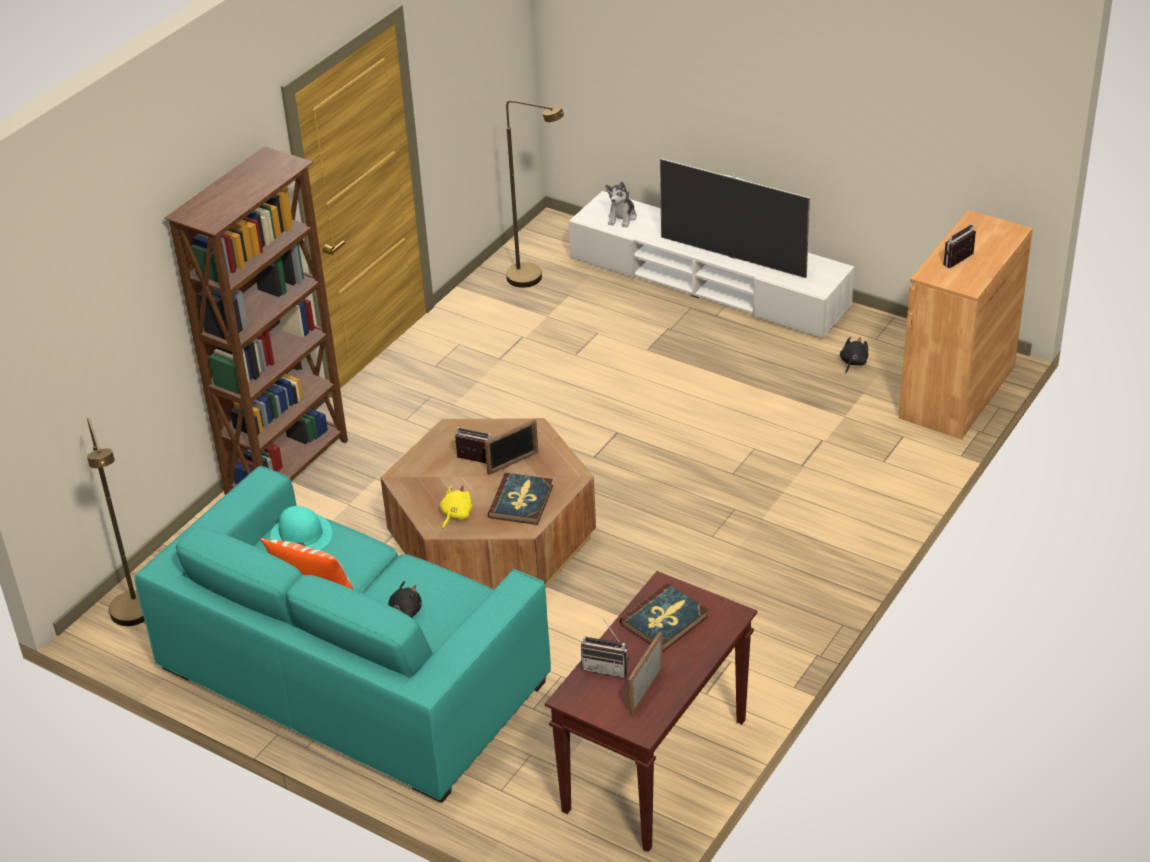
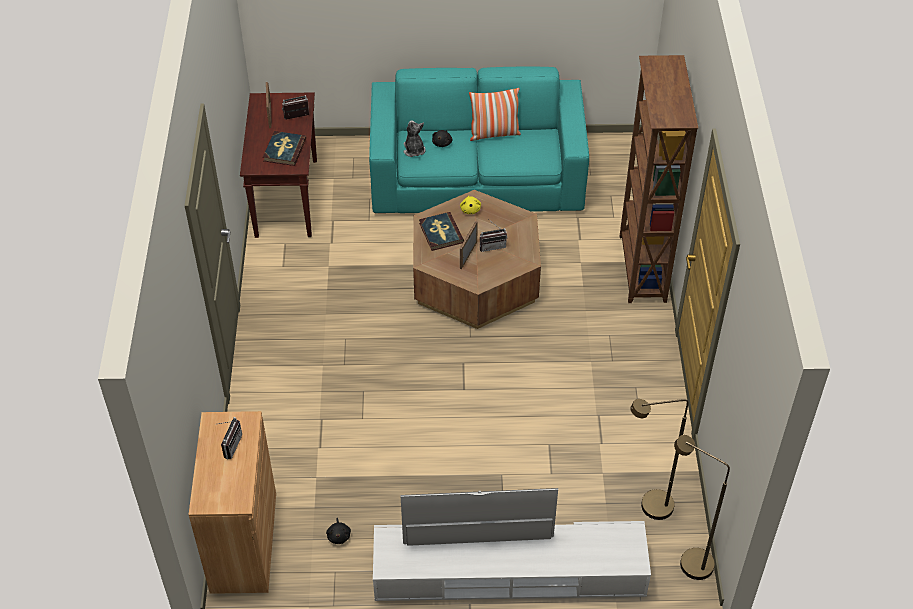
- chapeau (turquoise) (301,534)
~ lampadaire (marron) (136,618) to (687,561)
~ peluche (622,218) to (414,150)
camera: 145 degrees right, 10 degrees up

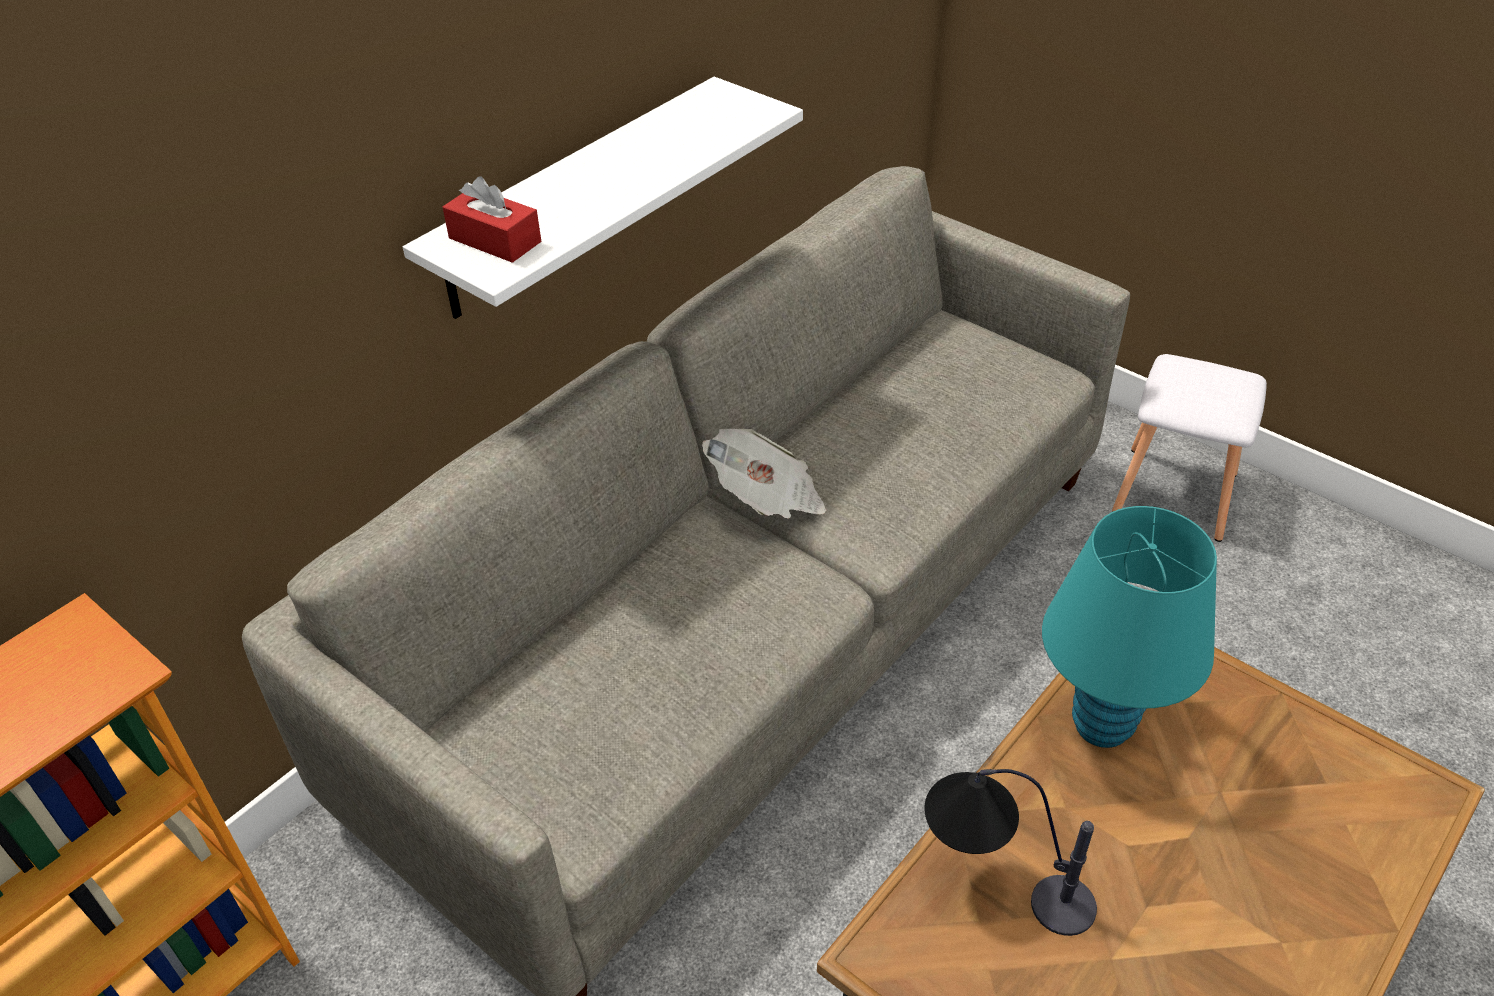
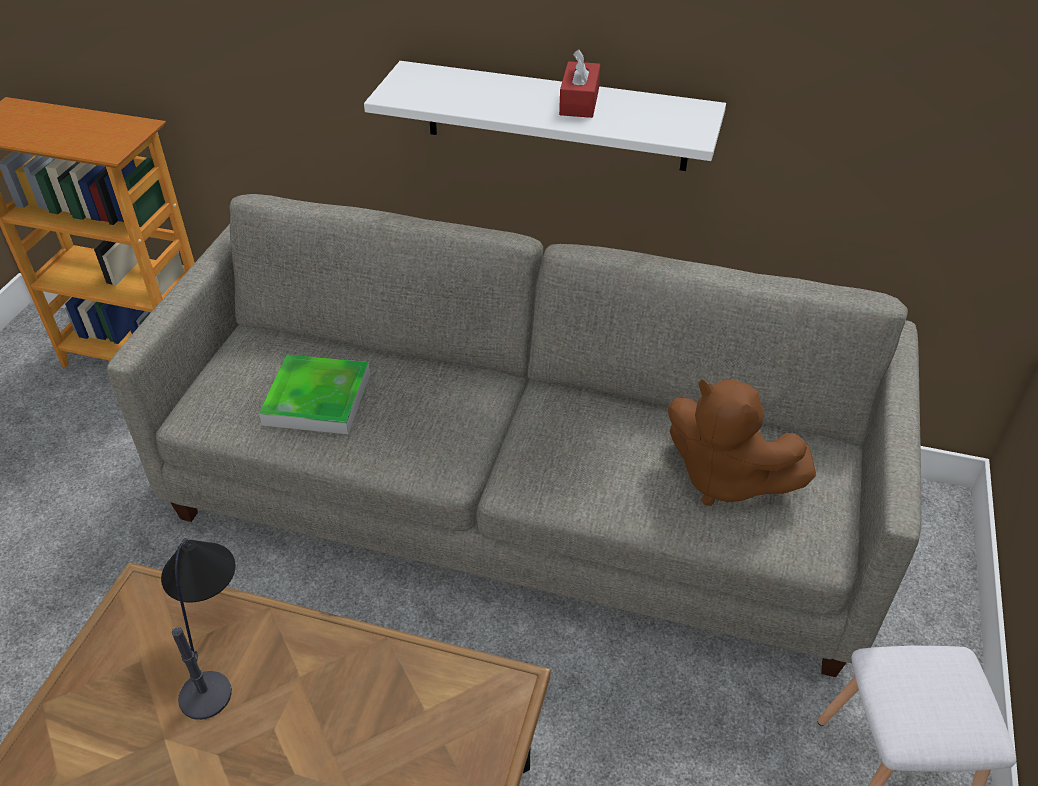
- journal (767,498)
- lampe de table (turquoise) (1101,725)
+ plateau (317,399)
+ peluche (marron) (725,478)
~ boîte à mouchoirs (rouge) (495,240) to (579,102)
camera: 65 degrees right, 0 degrees up

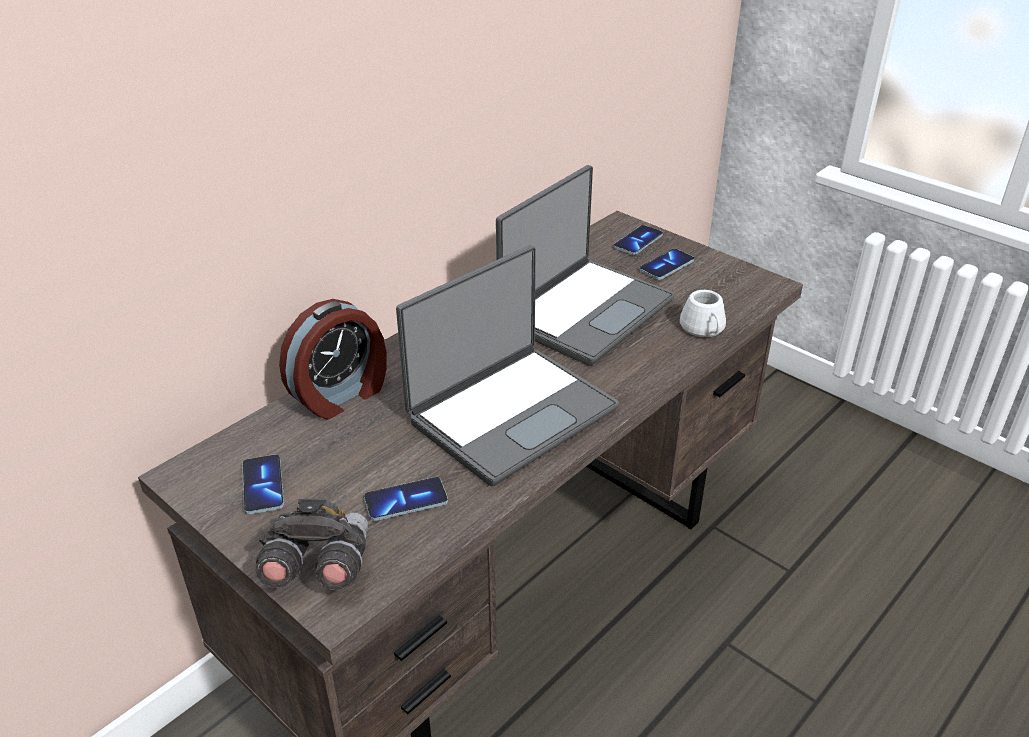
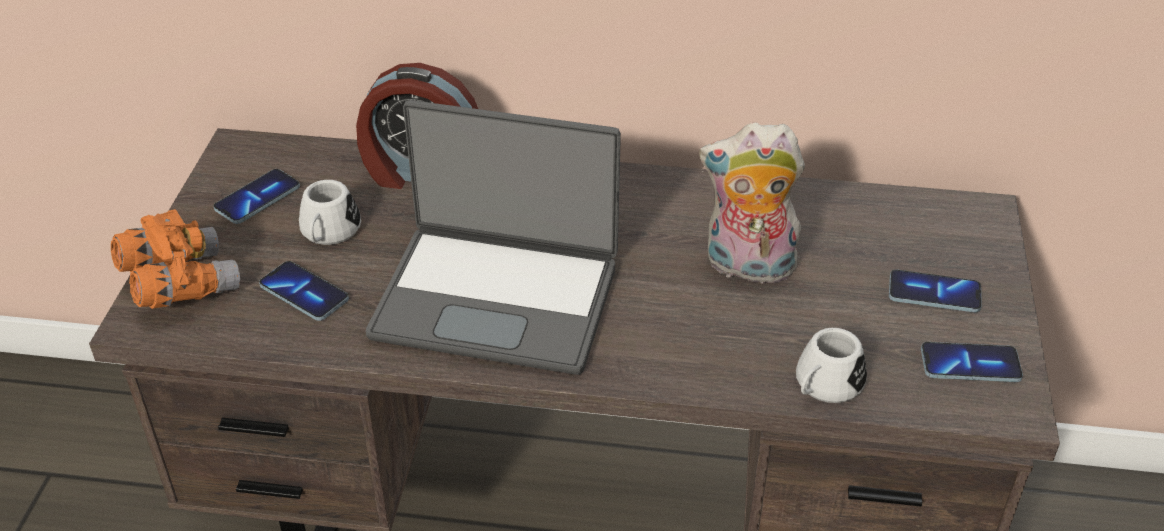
+ mug (blanc) (328,233)
~ téléphone (638,242) to (970,365)
~ ordinateur portable (584,311) to peluche (747,267)
~ jumelles (gris) (317,567) to jumelles (orange) (179,284)
camera: 55 degrees right, 5 degrees up

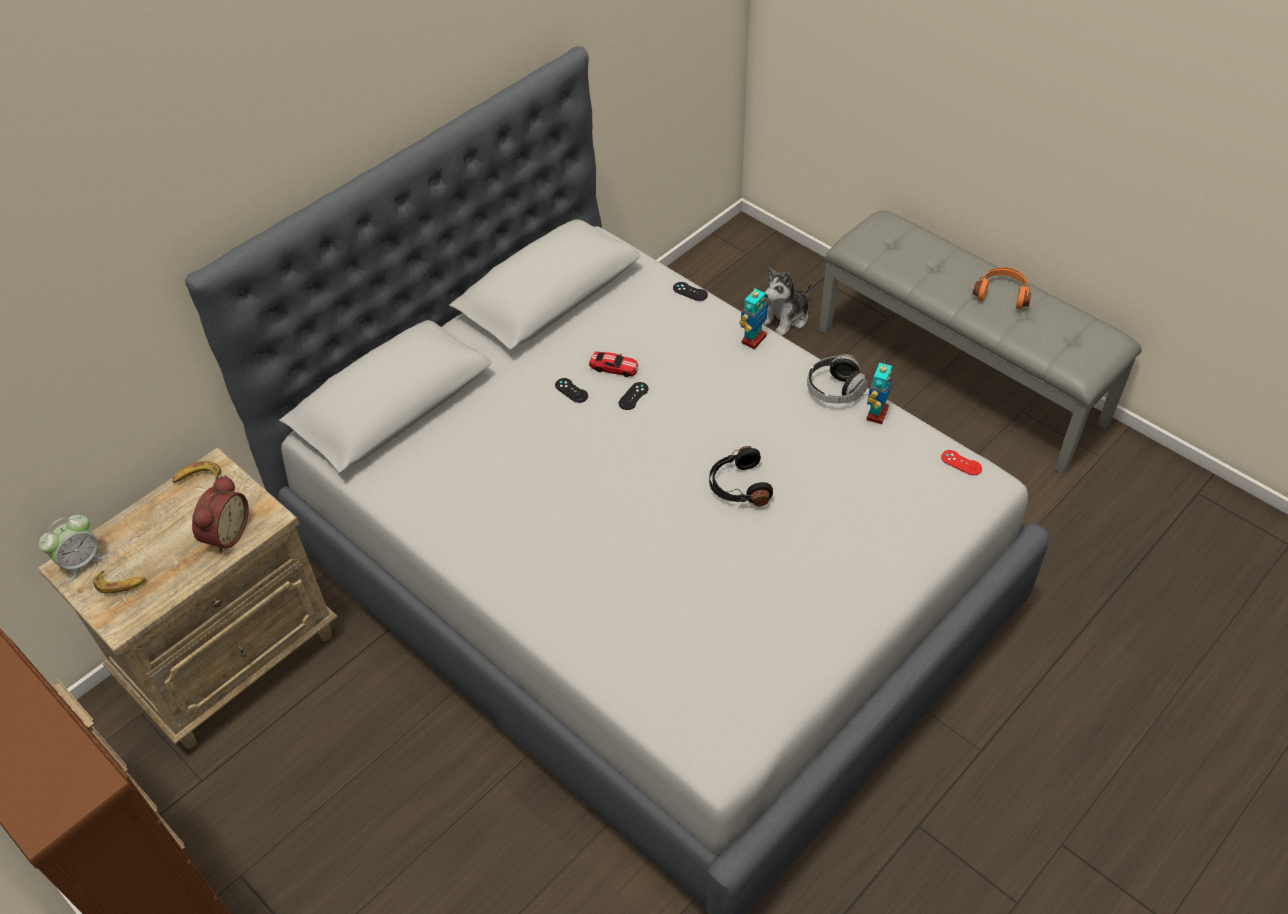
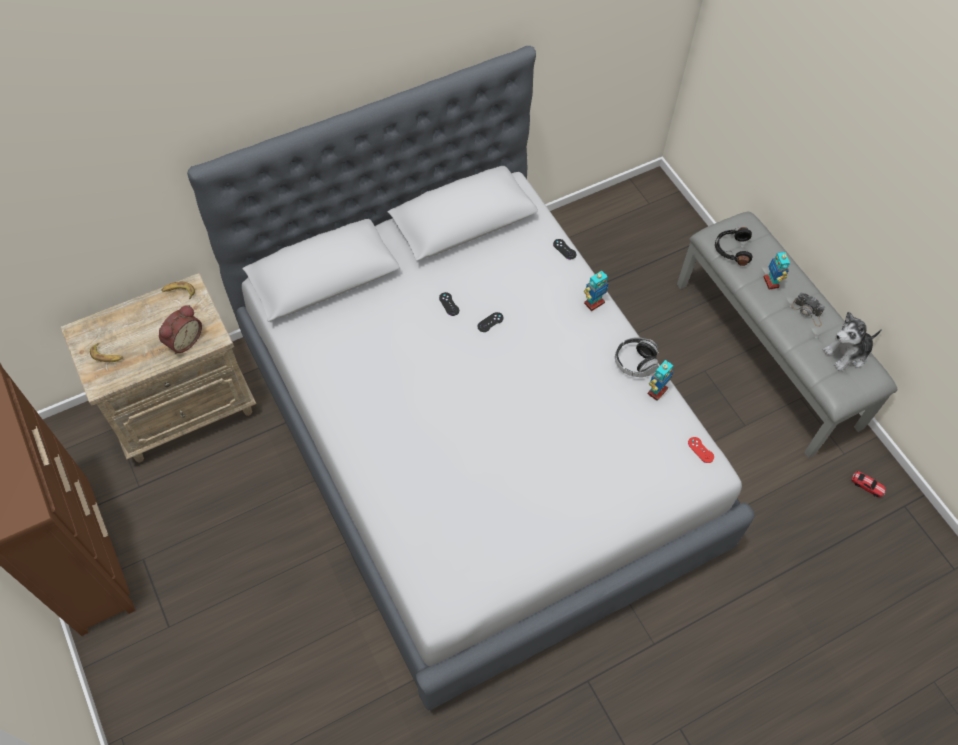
- réveil (82,562)
+ robot jouet (771,282)
~ petite voiture (614,367) to (867,485)
~ casque audio (noir) (738,486) to (731,250)
~ peluche (786,318) to (847,353)
~ casque audio (orange) (1002,293) to appareil photo (808,312)
camera: 15 degrees right, 10 degrees up

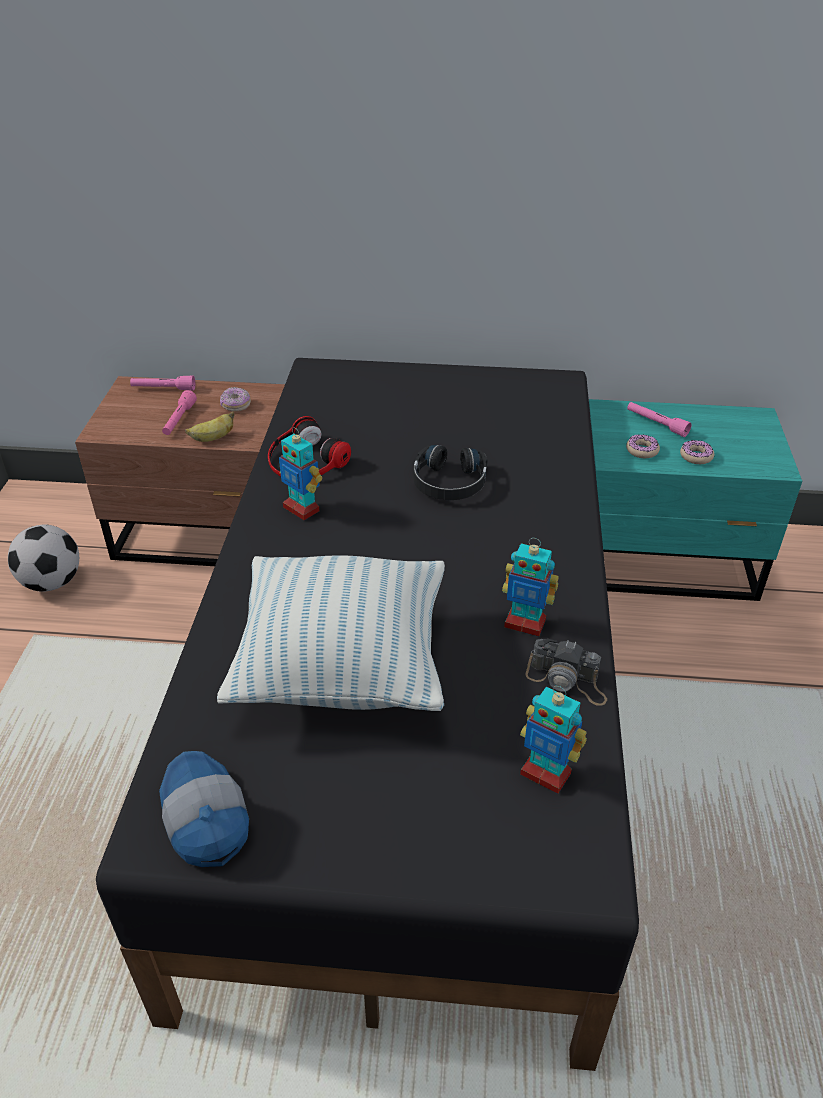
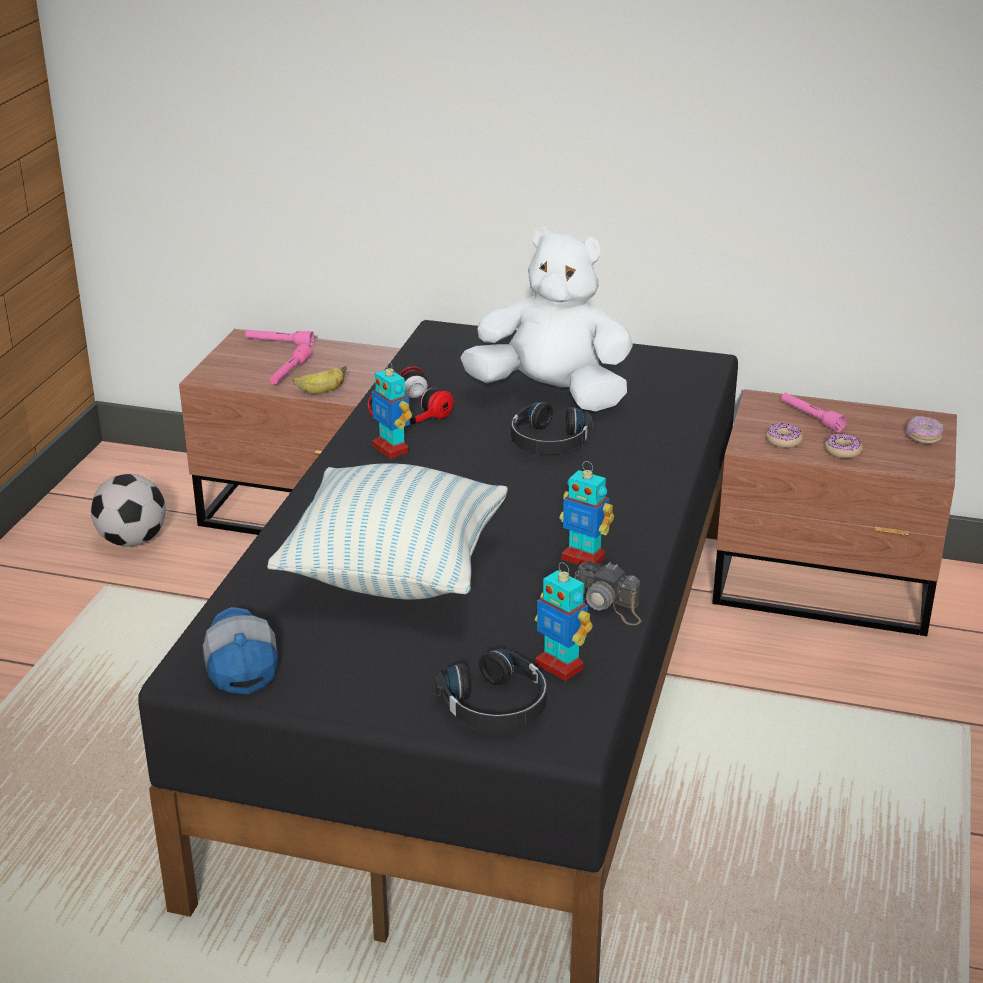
+ casque audio (noir) (496,705)
+ peluche (blanc) (551,394)
~ beignet (236,405) to (923,437)
~ table de chevet (turquoise) (664,560) to table de chevet (marron) (826,586)
camera: 10 degrees right, 10 degrees down

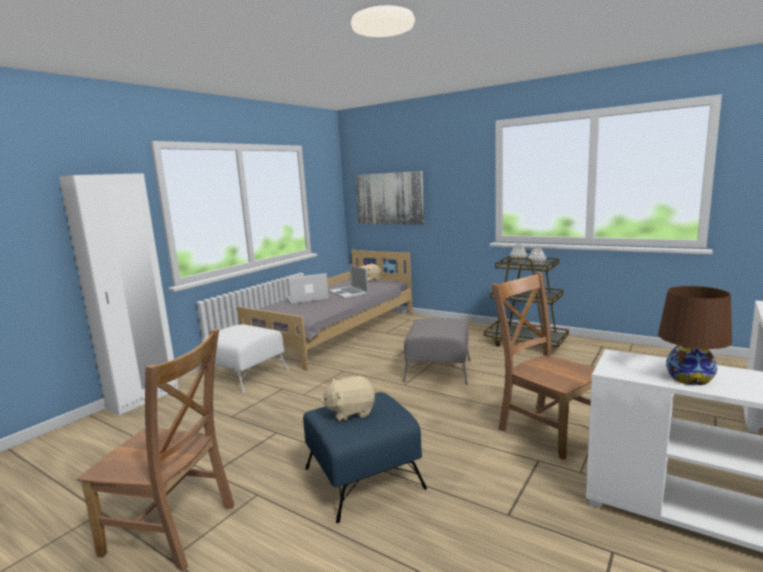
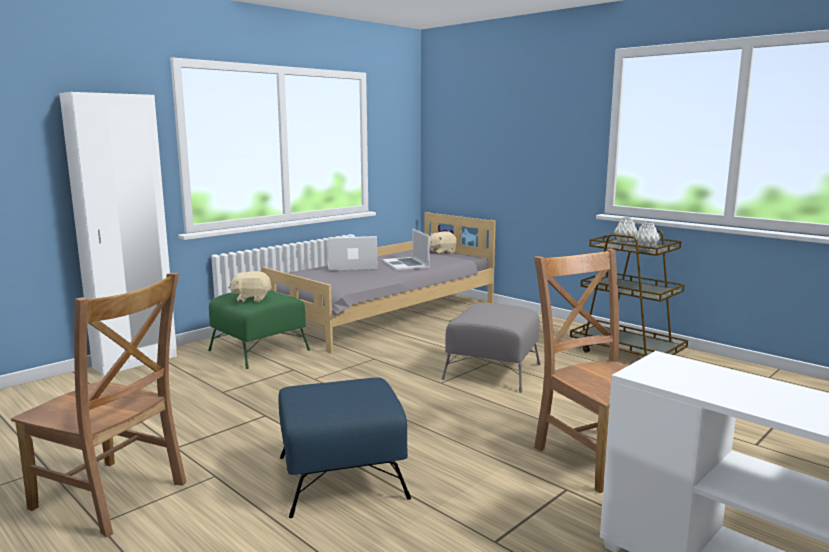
- tableau (389,198)
- lampe de table (marron) (689,378)
~ peluche (beige) (350,412) to (252,299)
~ pouf (blanc) (247,375) to pouf (vert) (259,350)
camera: 10 degrees right, 0 degrees up

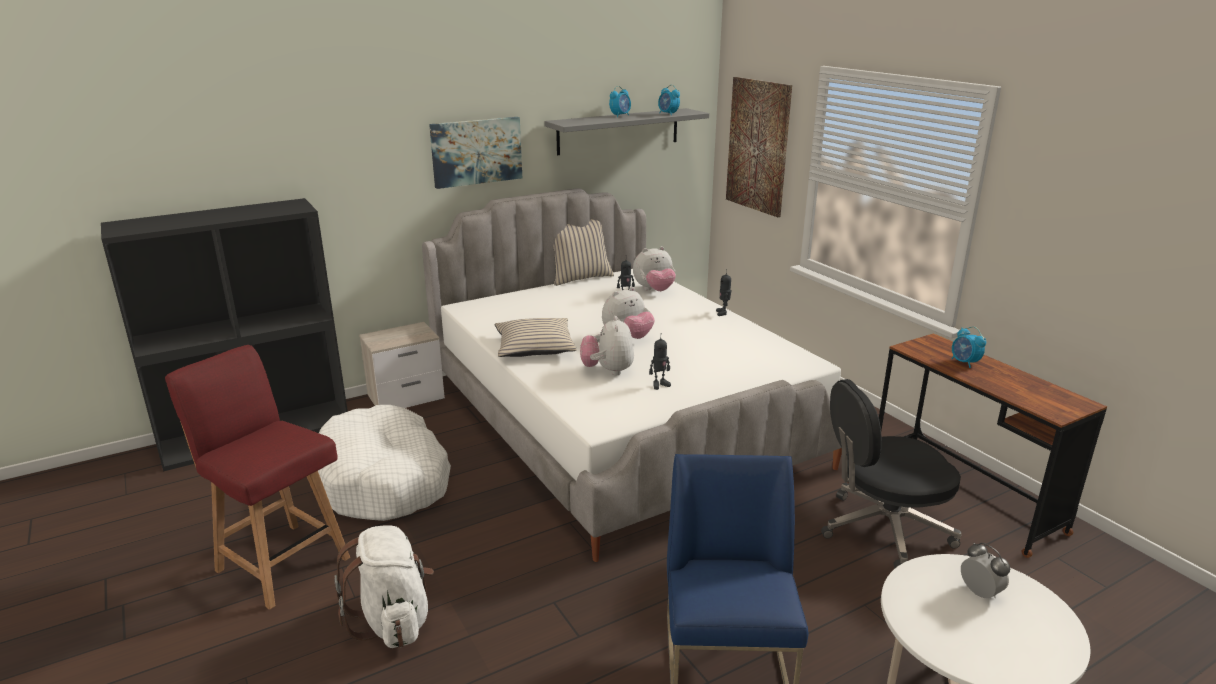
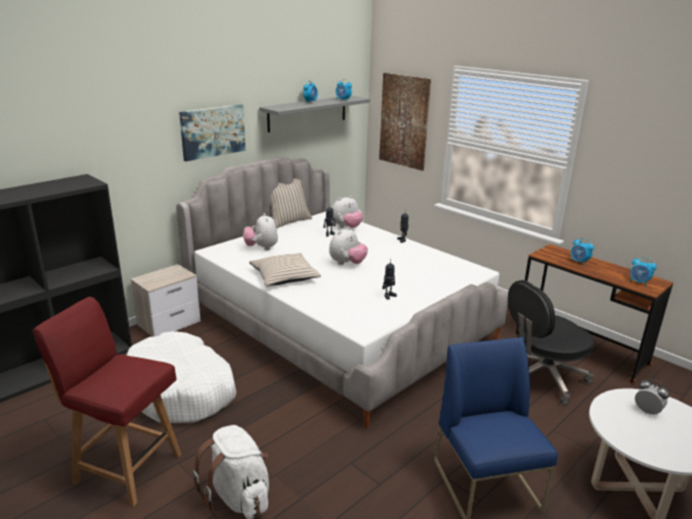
+ réveil (639,282)
~ peluche (608,371) to (261,248)
camera: 15 degrees left, 0 degrees up

